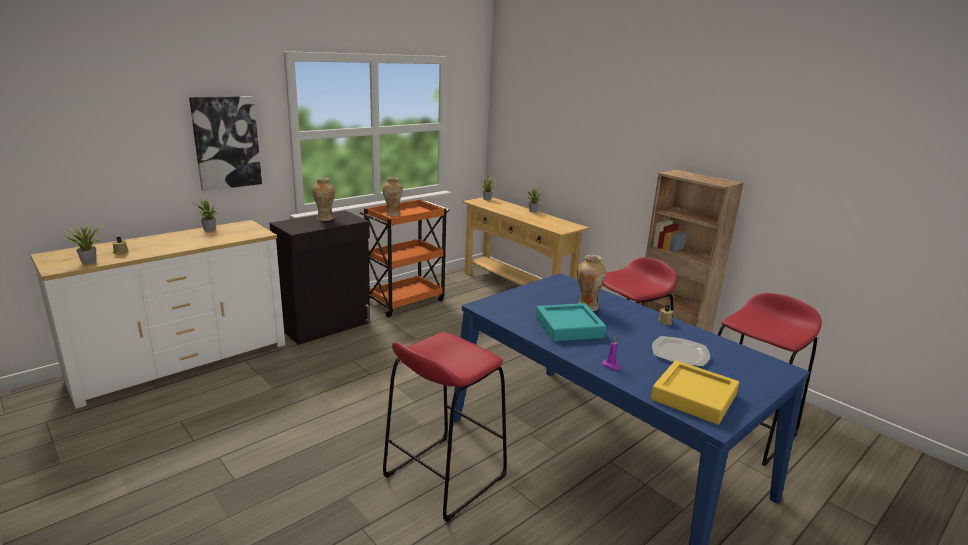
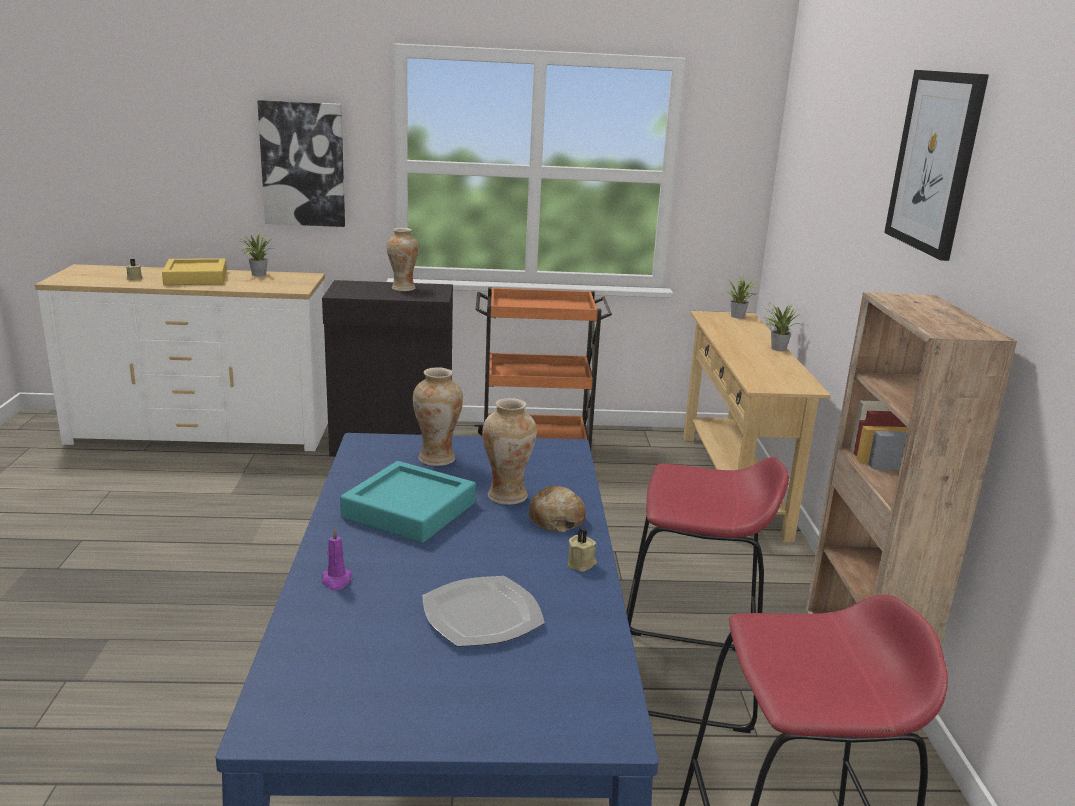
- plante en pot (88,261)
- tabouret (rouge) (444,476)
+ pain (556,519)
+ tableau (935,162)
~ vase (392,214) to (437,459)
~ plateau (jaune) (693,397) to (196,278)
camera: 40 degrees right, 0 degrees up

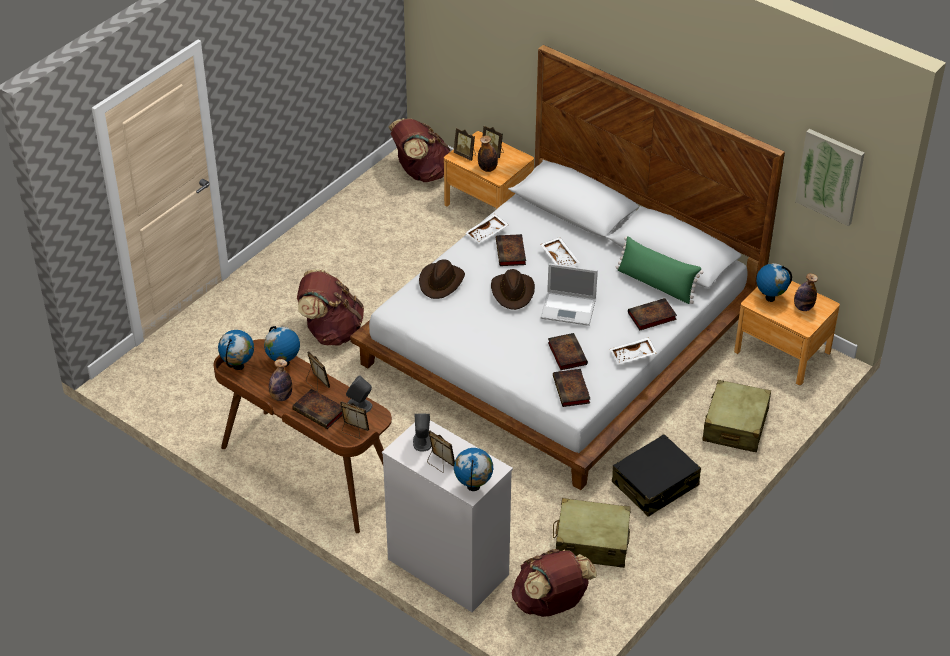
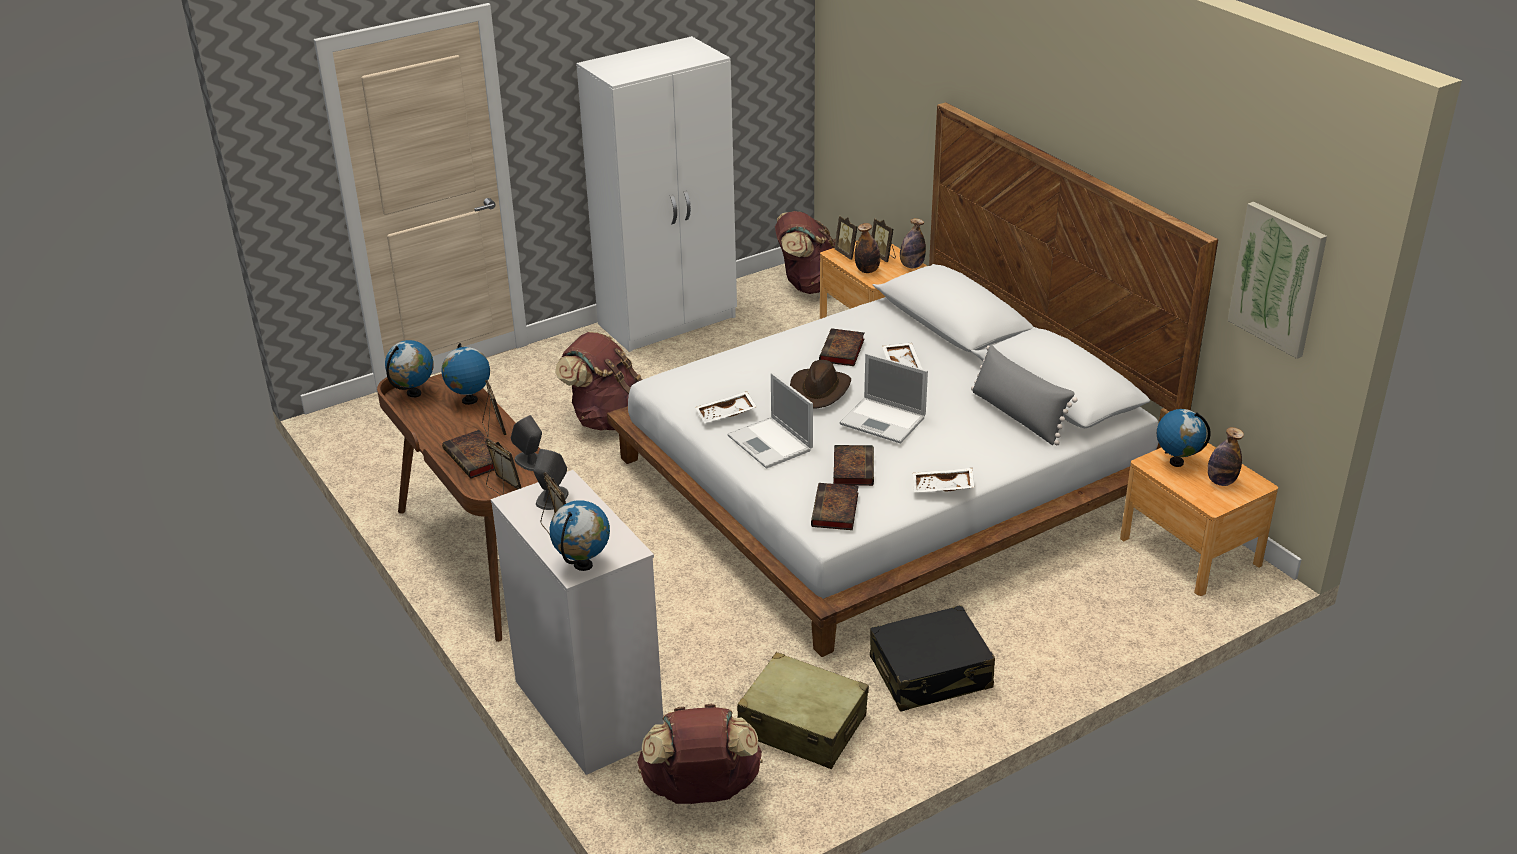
- chapeau (marron) (441,282)
- livre (651,317)
- valise (beige) (735,425)
+ armoire (blanc) (669,321)
+ ordinateur portable (771,444)
~ bouteille (281,397) to (911,266)
~ plateau (blanc) (487,233) to (726,415)
~ coussin (vert) (656,284) to coussin (gris) (1017,416)
camera: 20 degrees right, 10 degrees down

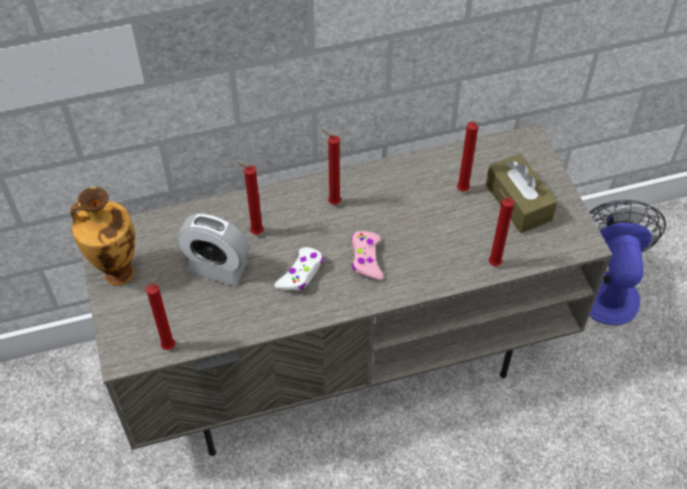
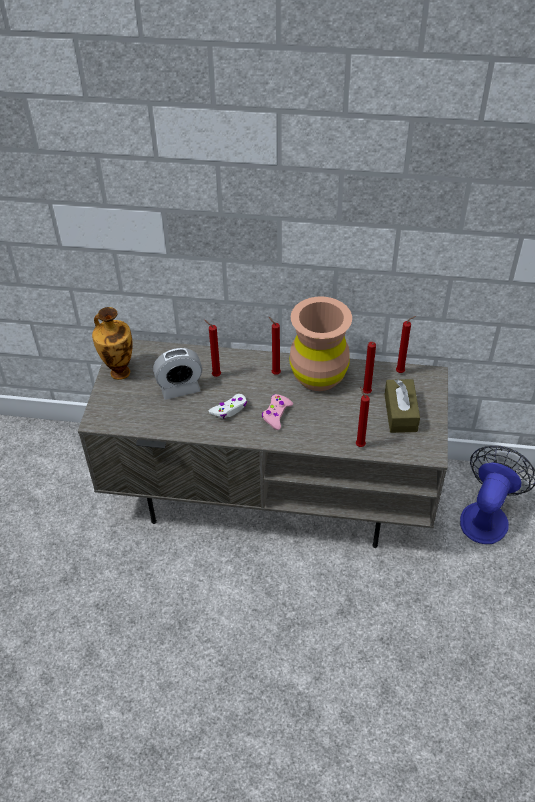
+ vase (marron) (318,375)
~ bougie (rouge) (171,345) to (401,372)
~ réveil (217,267) = (180,388) 60 degrees counterclockwise
camera: 25 degrees right, 5 degrees down

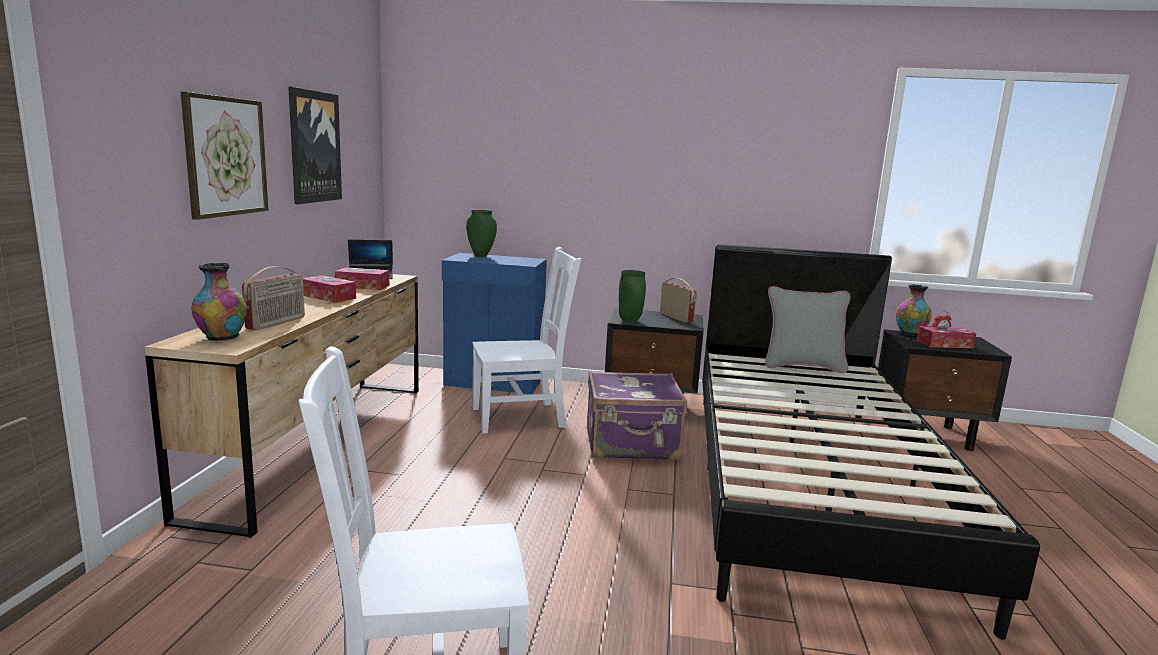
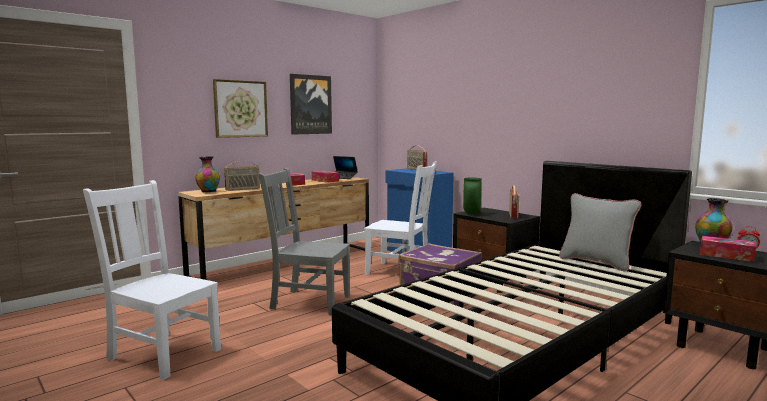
+ chaise (gris) (308,302)
~ vase (vert) (481,256) to radio (416,169)
camera: 40 degrees right, 5 degrees down

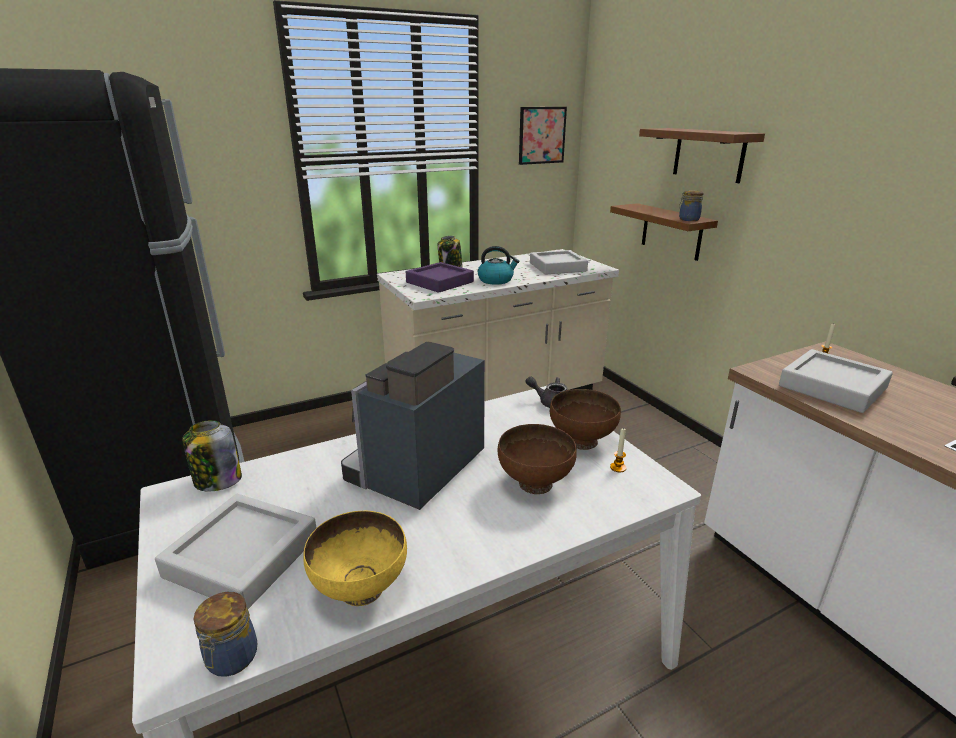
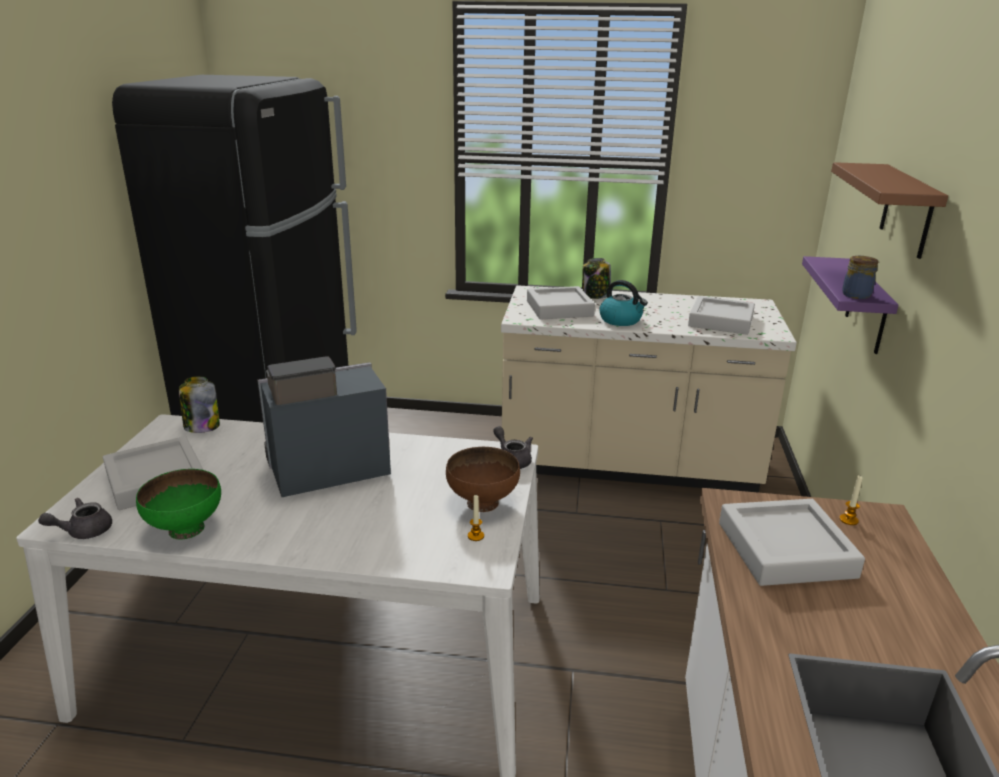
- bol (marron) (534,483)
- tableau (542,135)
~ bocal (231,659) to théière (gris) (83,531)
~ bol (jaune) (360,588) to bol (vert) (186,528)
~ plateau (violet) (440,282) to plateau (gris) (559,308)
~ étagère (marron) (671,231) to étagère (violet) (867,307)
camera: 35 degrees right, 0 degrees up

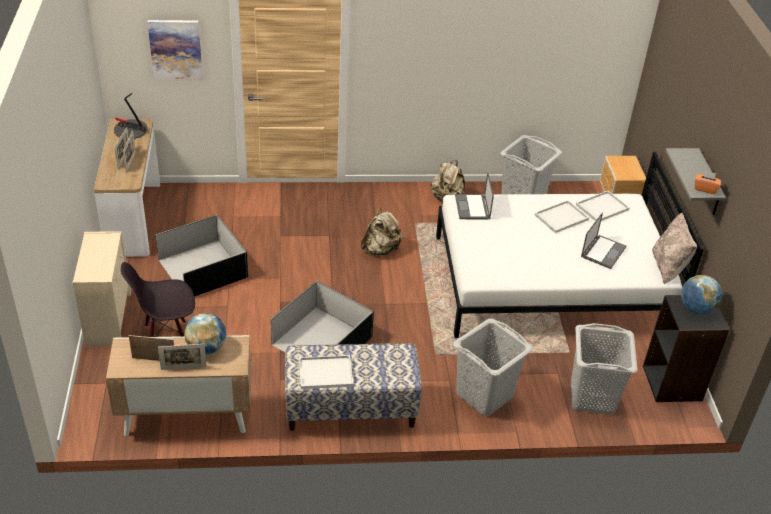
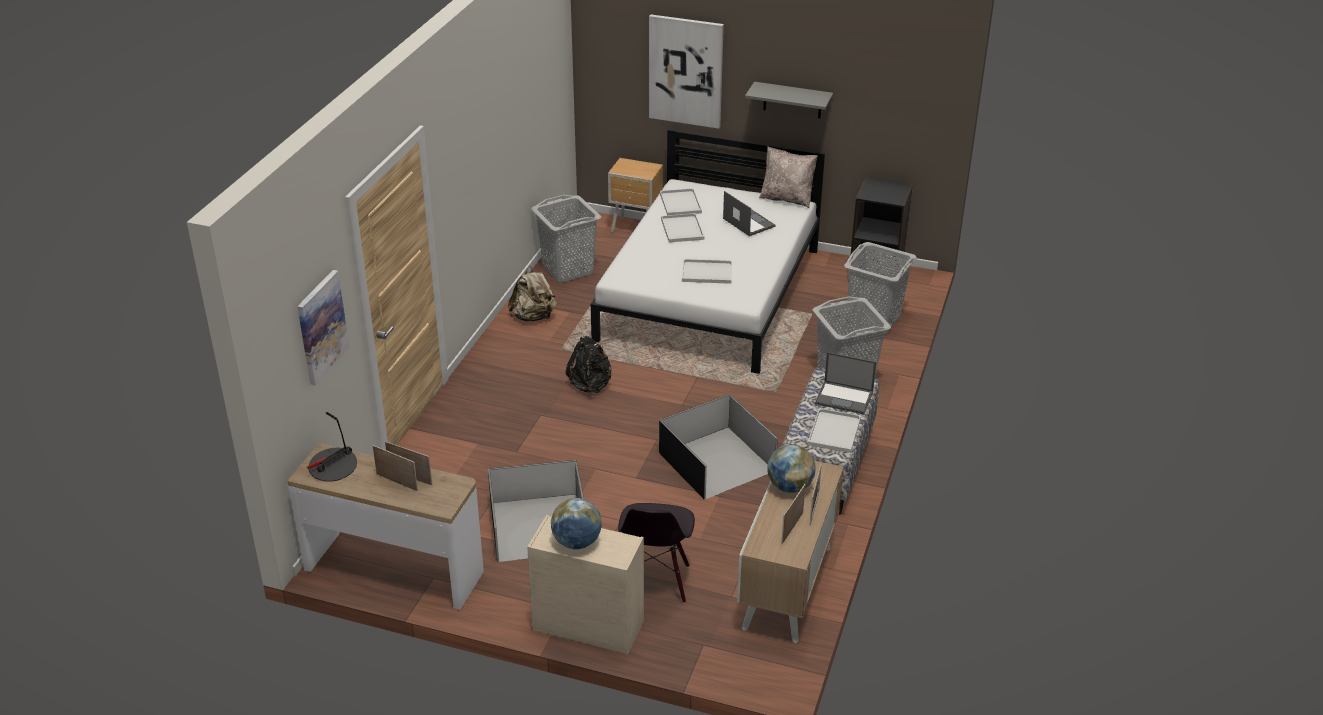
- boîte à mouchoirs (orange) (705,189)
+ tableau (686,71)
+ plateau (blanc) (706,273)
~ ordinateur portable (472,207) to (845,398)
~ globe (696,309) to (577,542)
~ sac à dos (beige) (381,249) to sac à dos (noir) (591,384)
camera: 65 degrees left, 5 degrees down

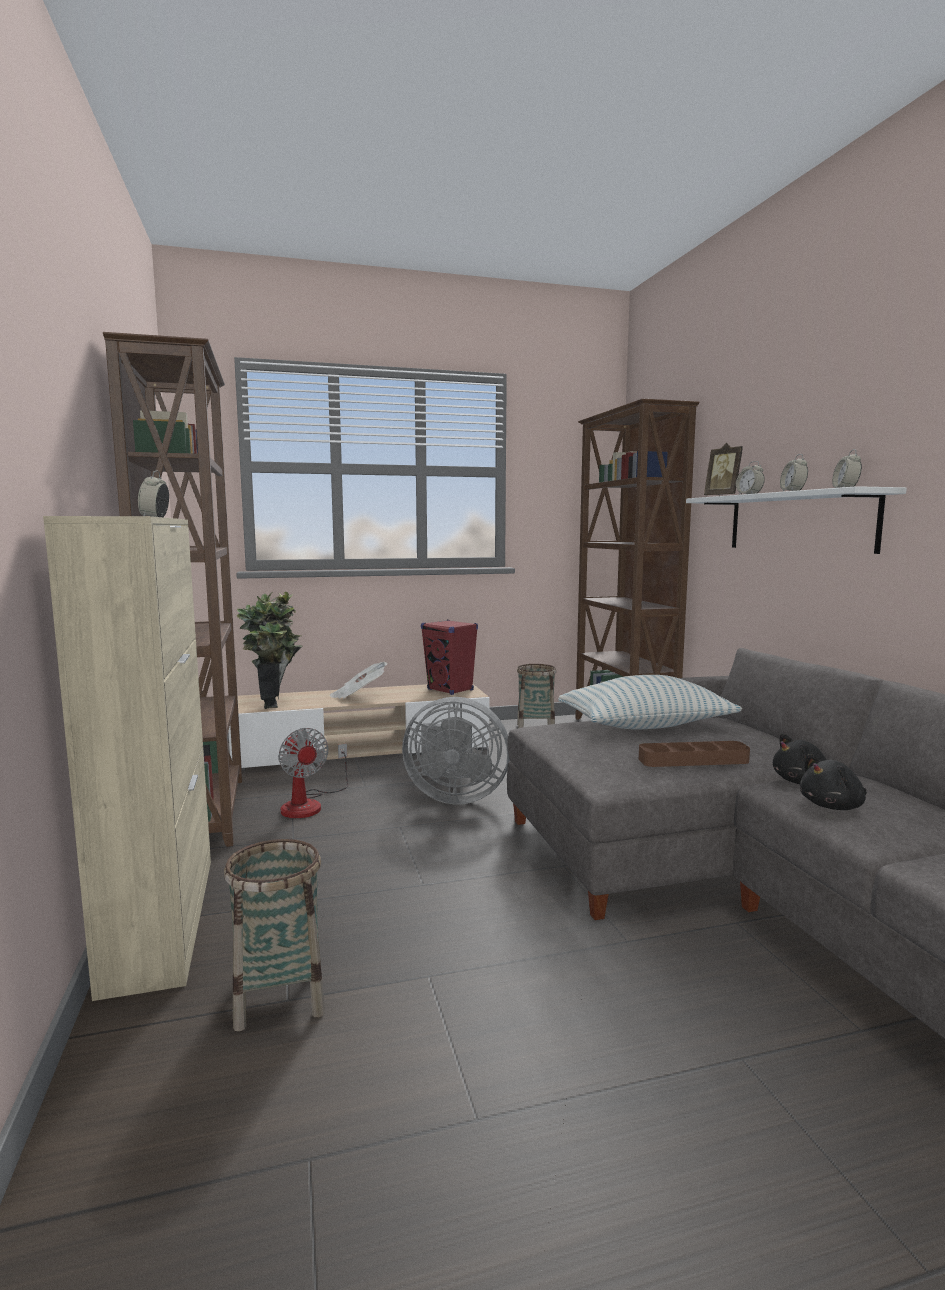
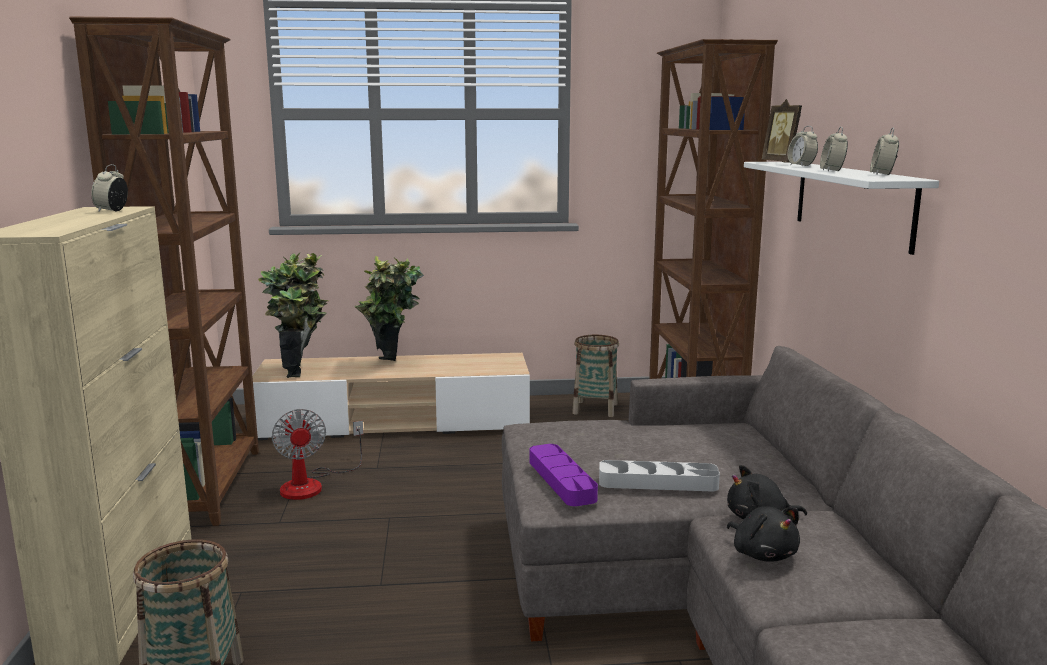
- ventilateur (gris) (454,797)
- enceinte (rouge) (450,690)
- coussin (646,726)
+ plateau (violet) (561,480)
~ journal (358,695) to plante en pot (391,365)
~ plateau (marron) (693,760) to plateau (gris) (658,482)
~ peluche (noir) (833,806) = (762,554) 105 degrees counterclockwise
camera: 10 degrees right, 5 degrees up

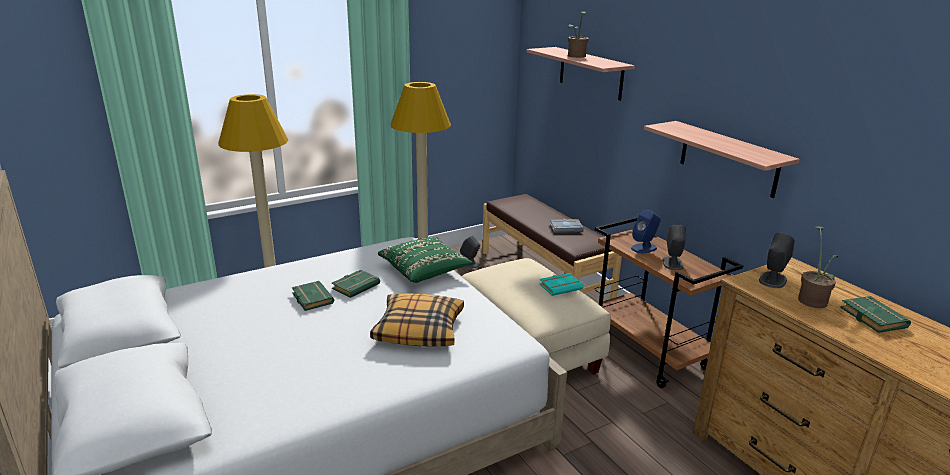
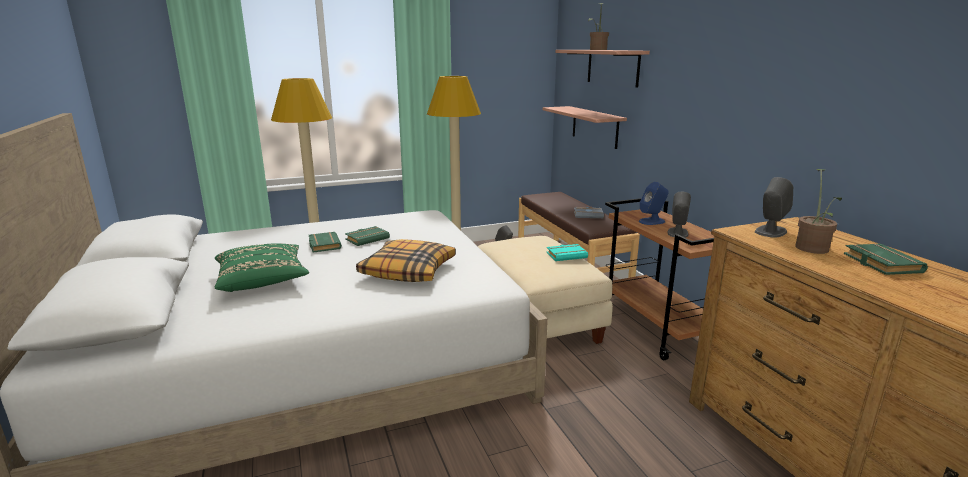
~ coussin (vert) (425,271) to (262,281)
~ étagère (728,158) to (594,126)
camera: 10 degrees right, 5 degrees down

